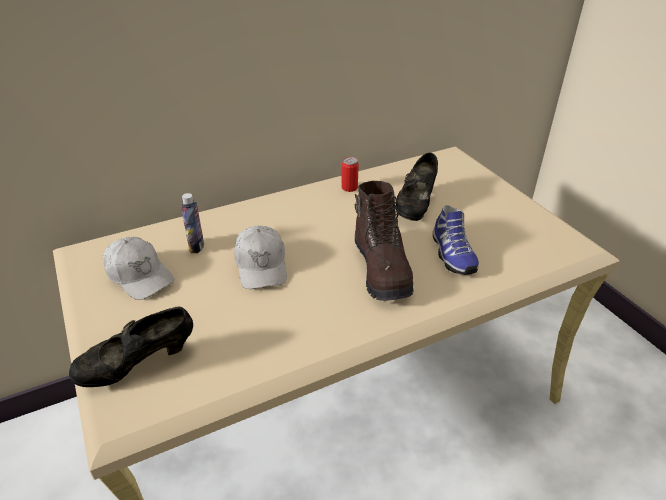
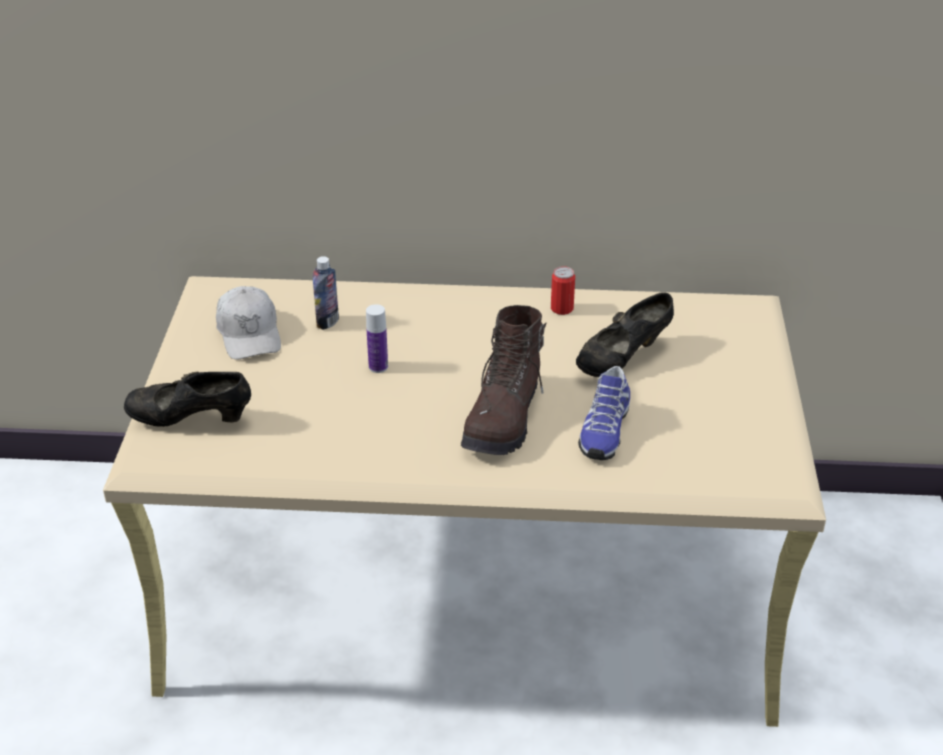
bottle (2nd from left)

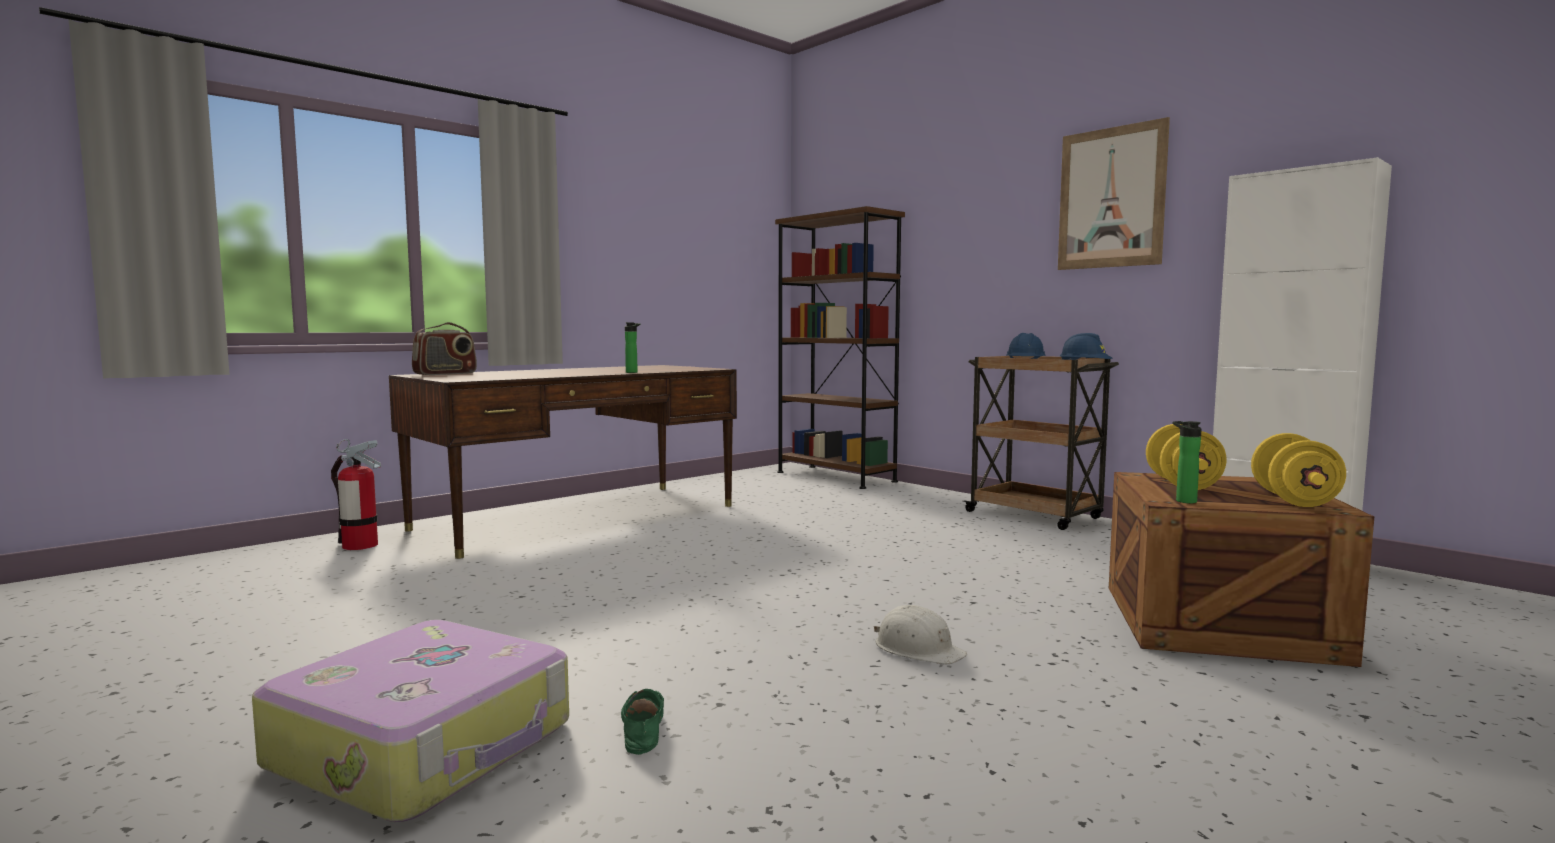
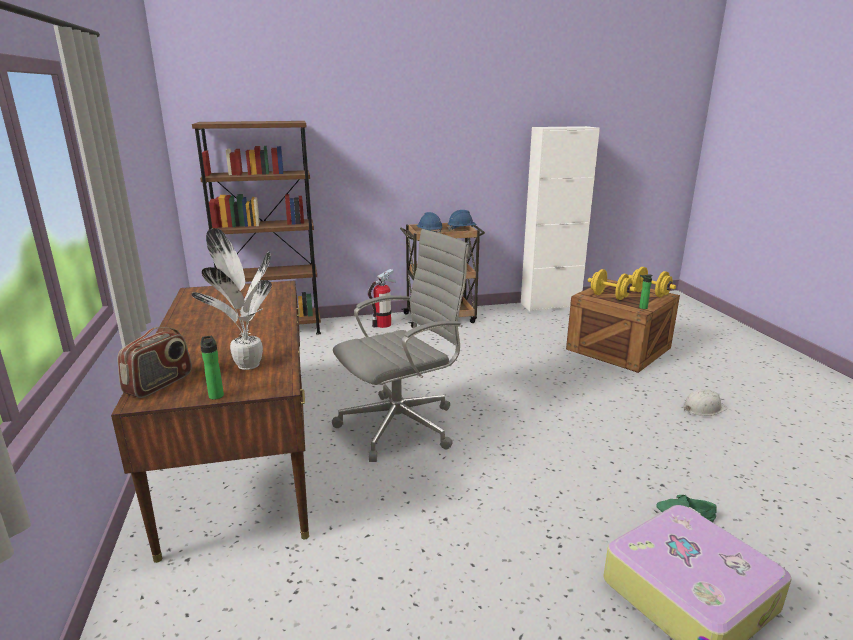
picture
potted plant
office chair/grey
fire extinguisher
bottle (1st from left)
hard hat/white
radio

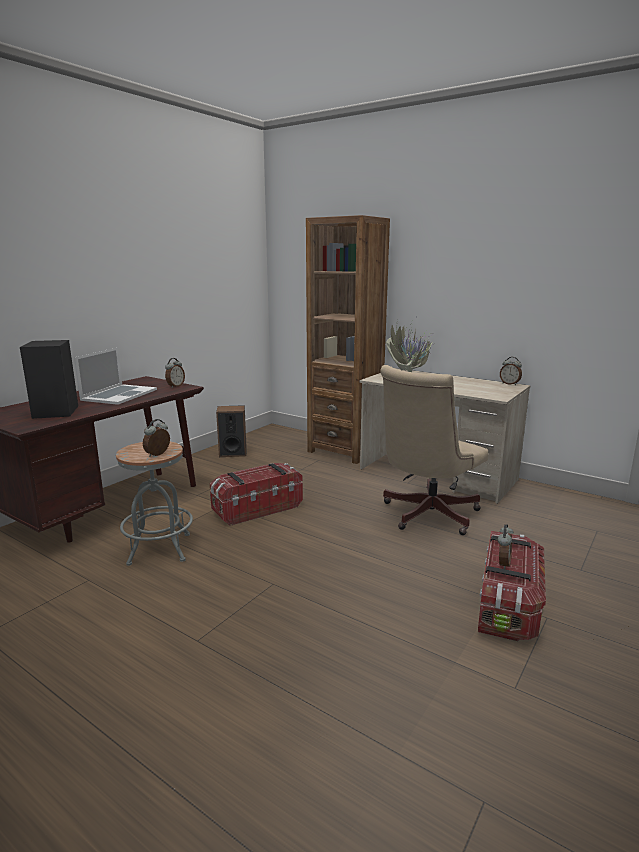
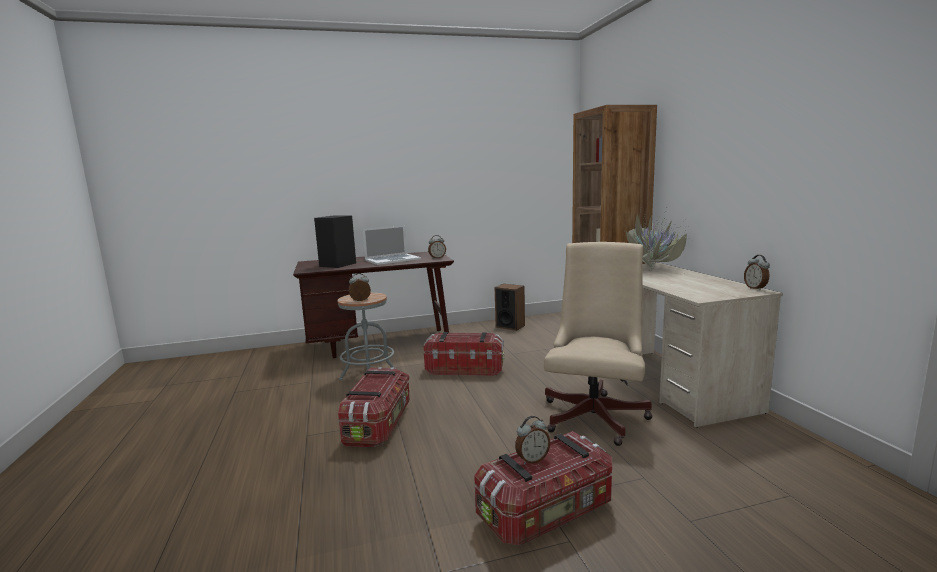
storage box (1st from left)
office chair/beige

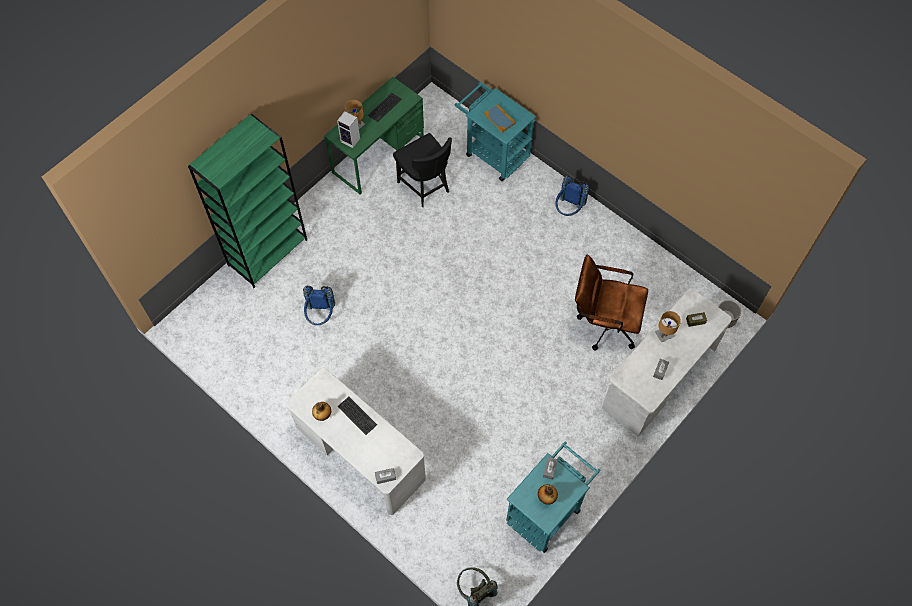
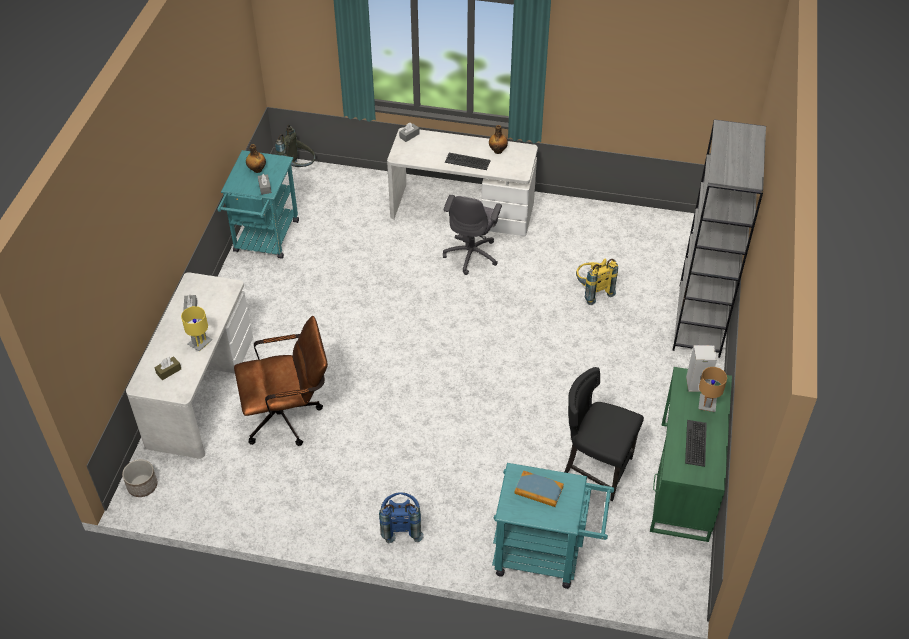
office chair/grey
bookcase/grey
backpack/yellow
table lamp/yellow

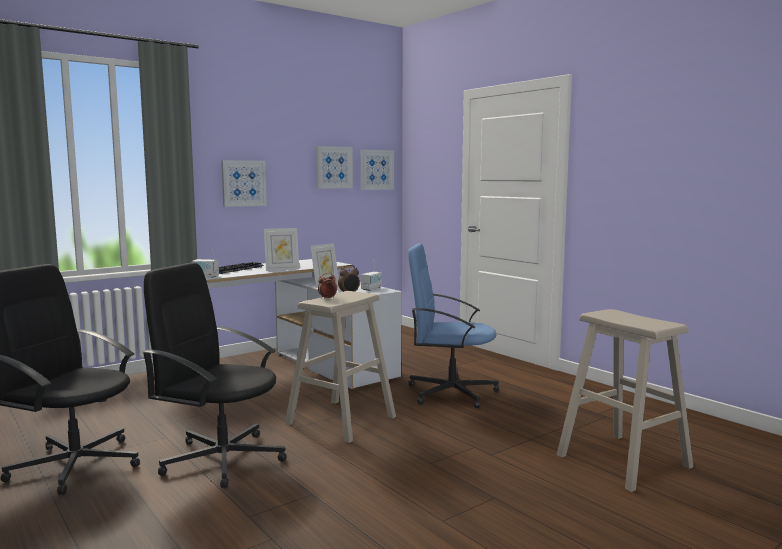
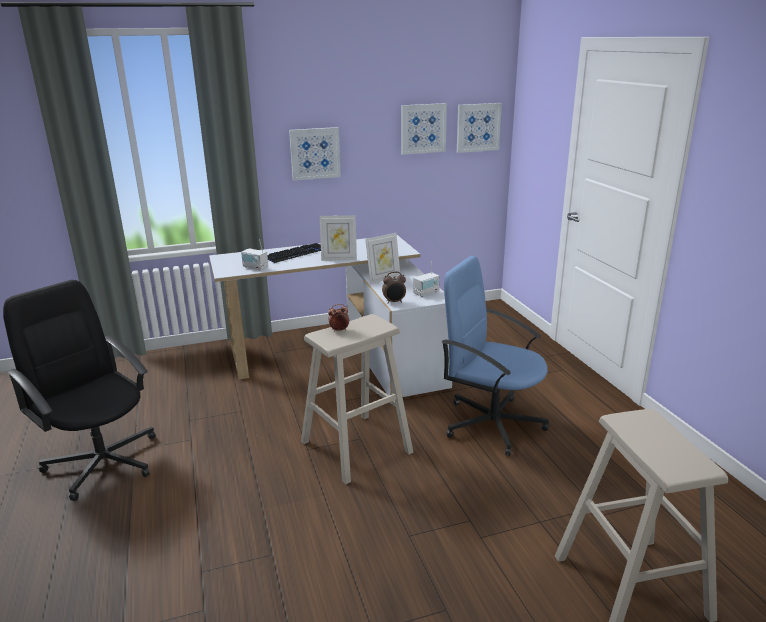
office chair/black (2nd from left in the first image)

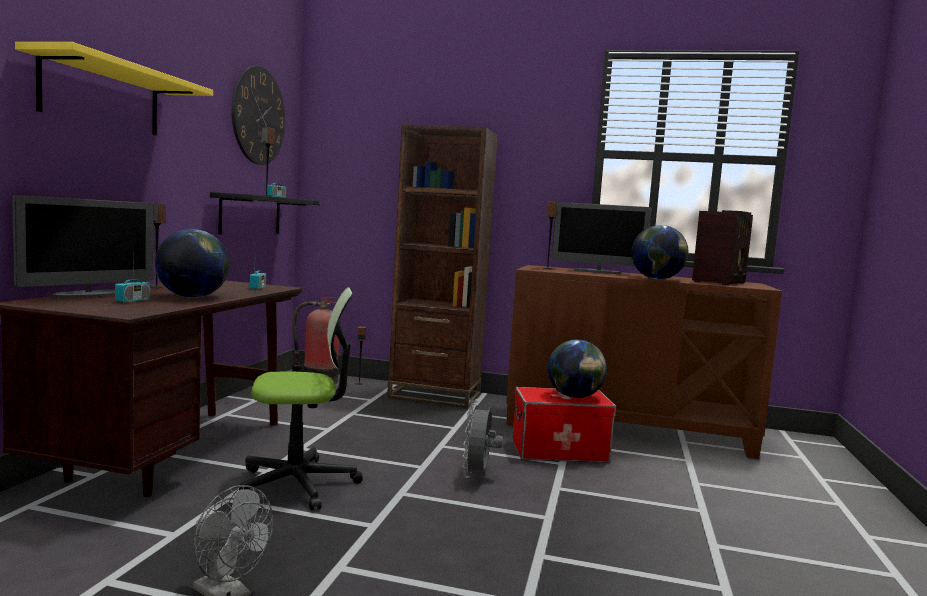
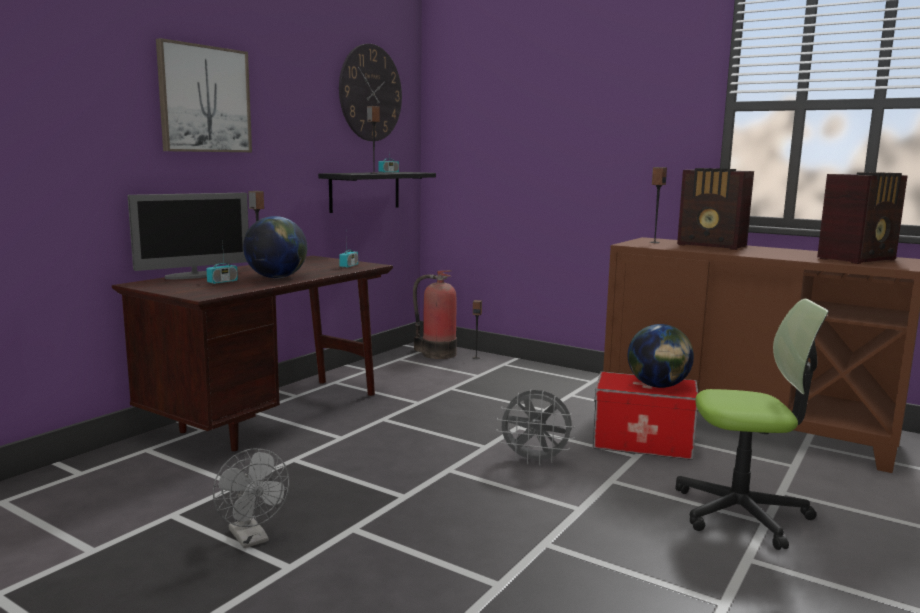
bookcase/brown
globe (3rd from left in the first image)
office chair
picture
radio (4th from left)
fan/grey (2nd from left)

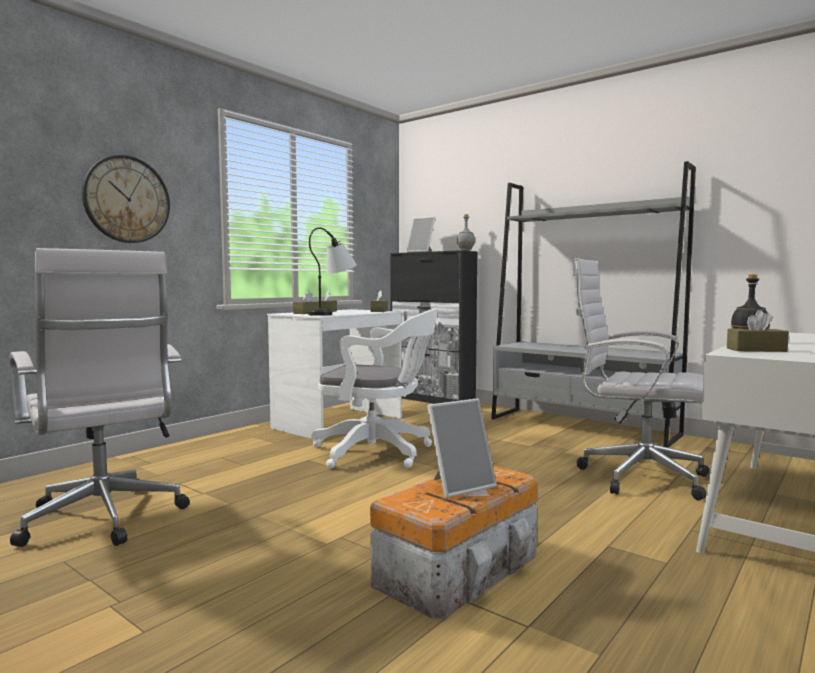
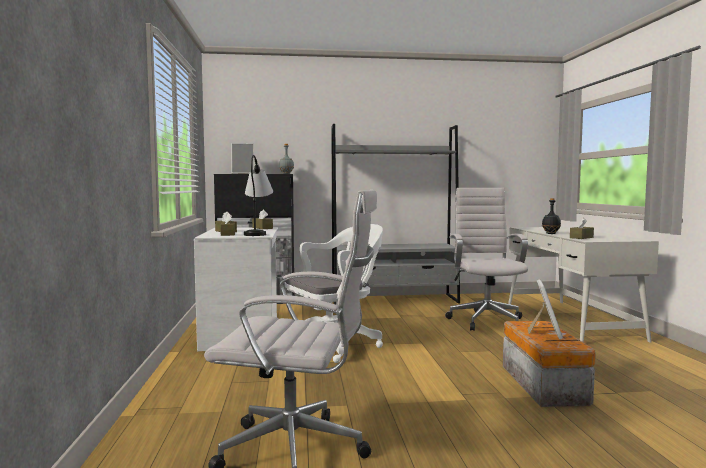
wall clock
office chair/white (3rd from left)

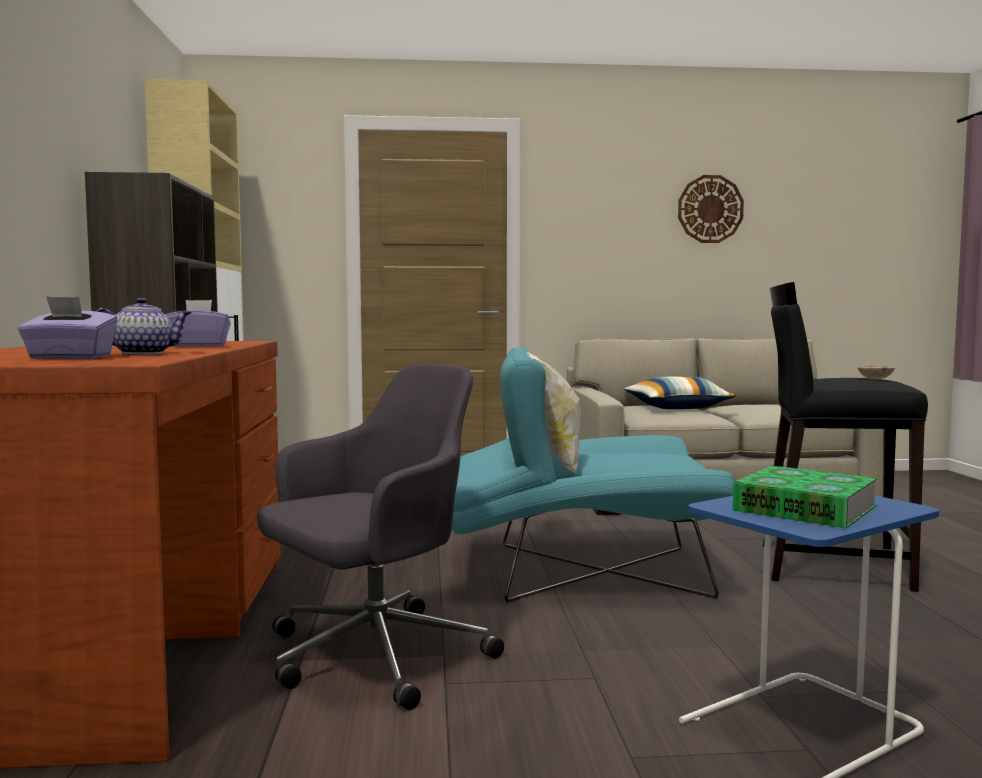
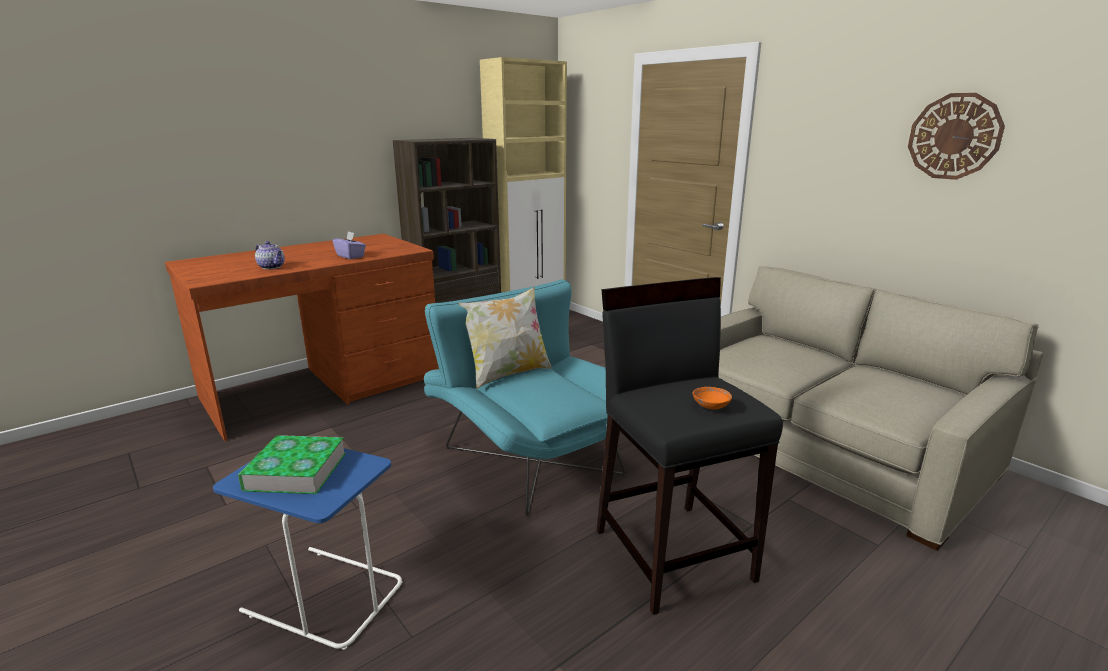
tissue box/purple (1st from left in the first image)
office chair/grey
pillow (2nd from left in the first image)
bowl/orange

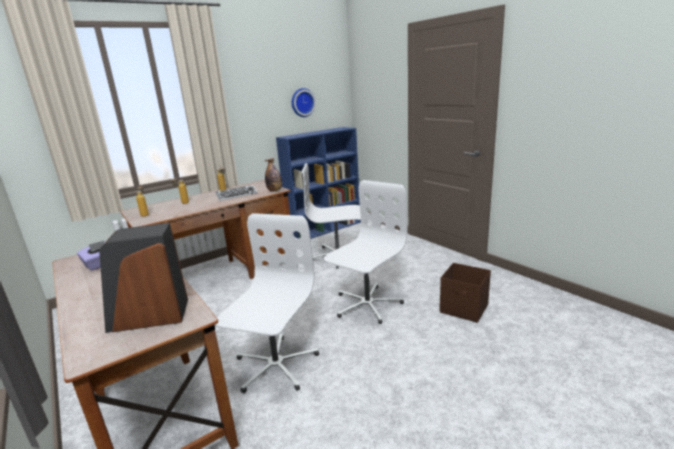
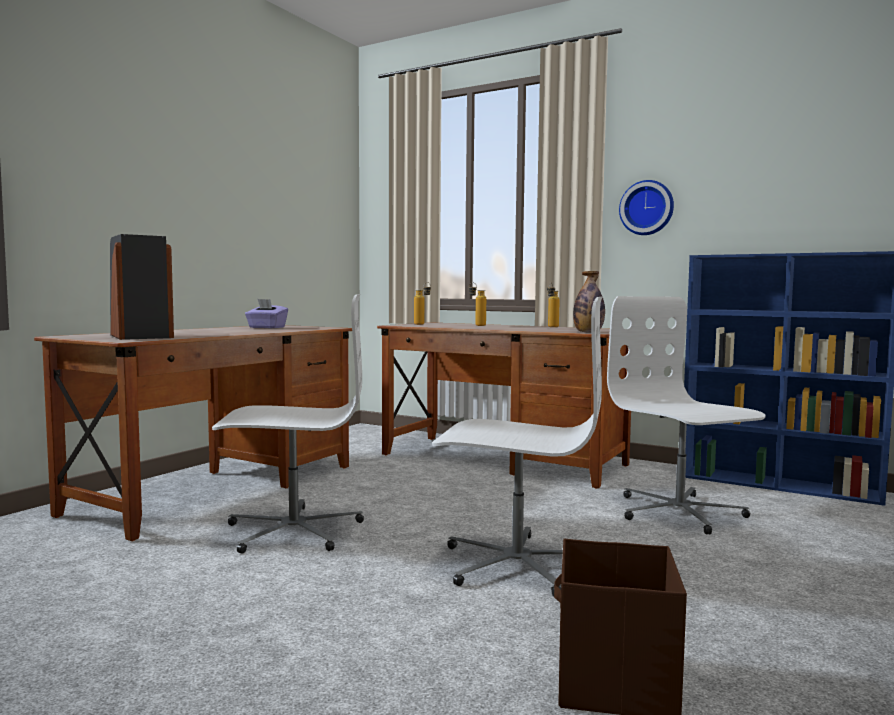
keyboard
wall clock

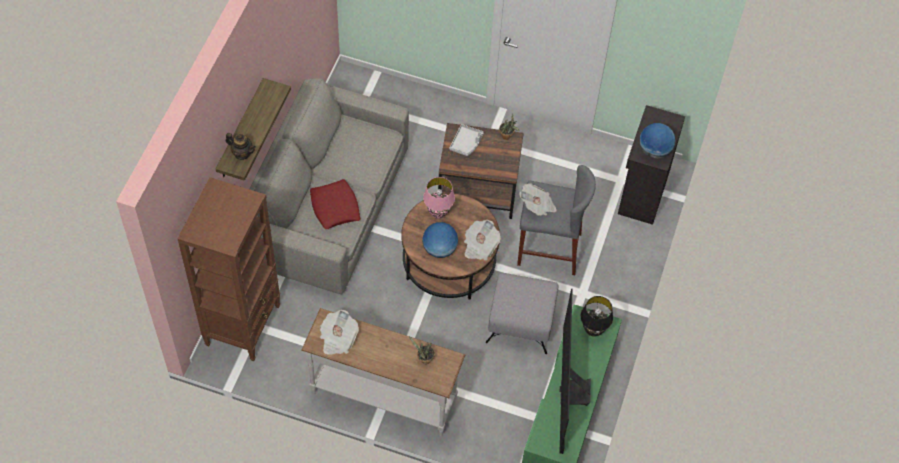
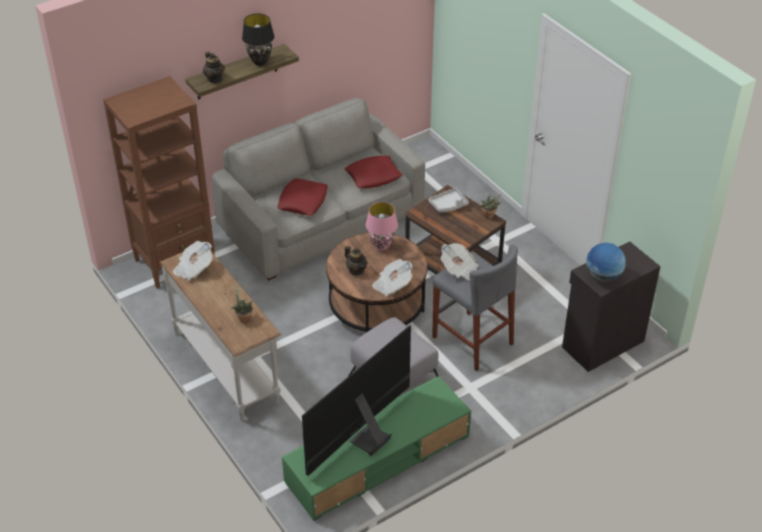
pillow/red (2nd from left)
table lamp/black
teapot (2nd from left)

